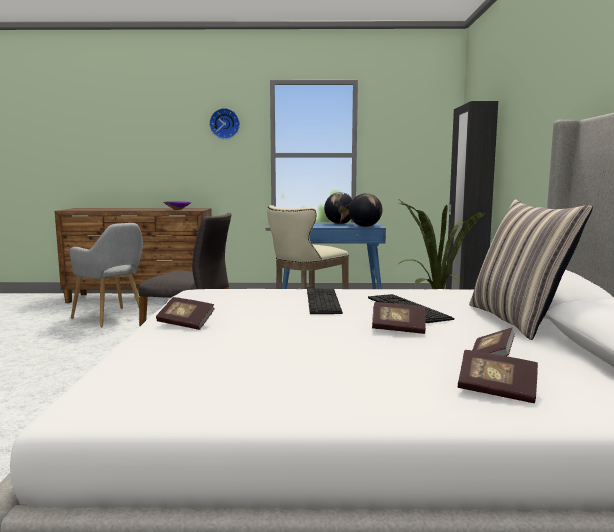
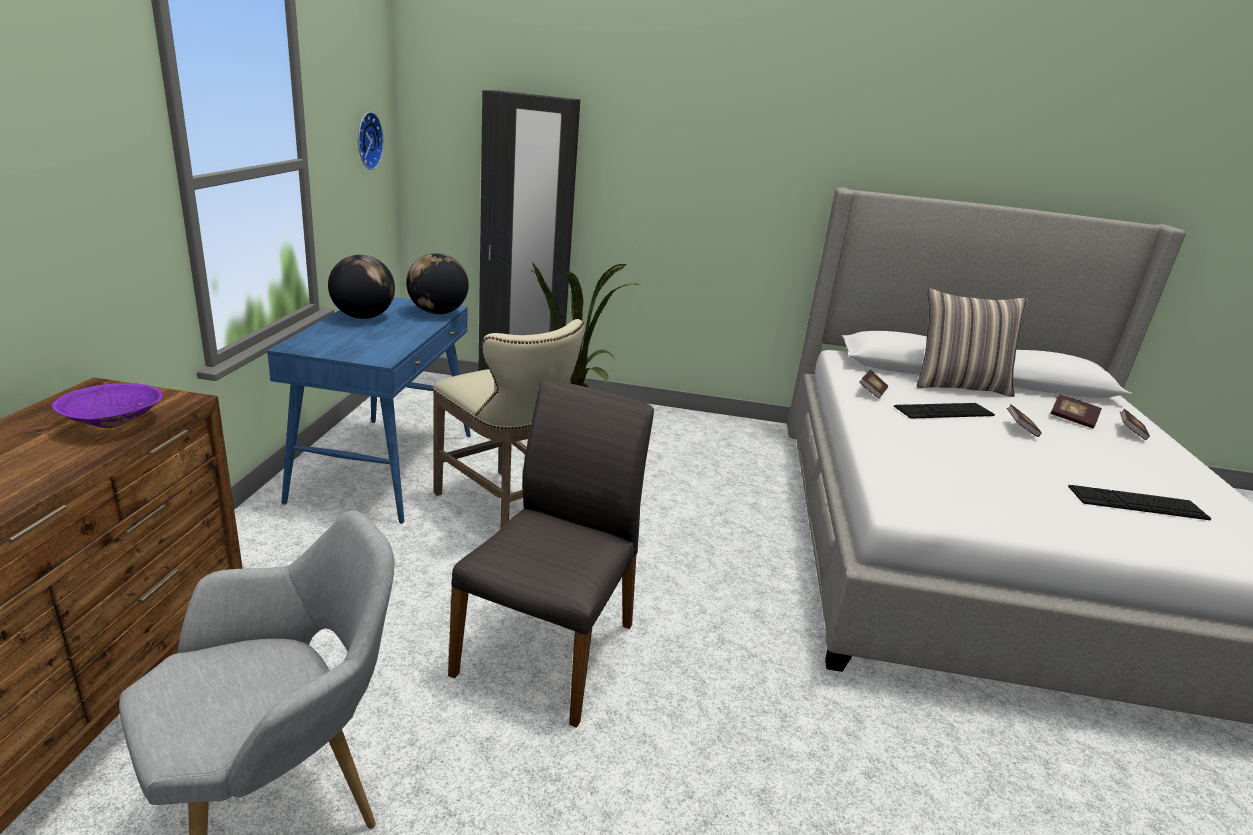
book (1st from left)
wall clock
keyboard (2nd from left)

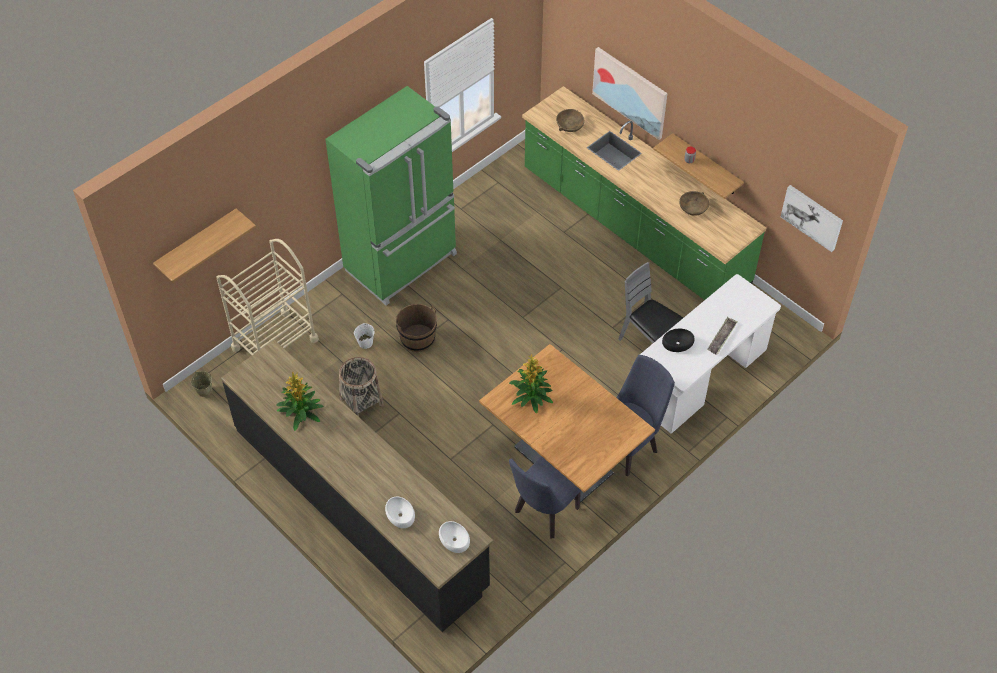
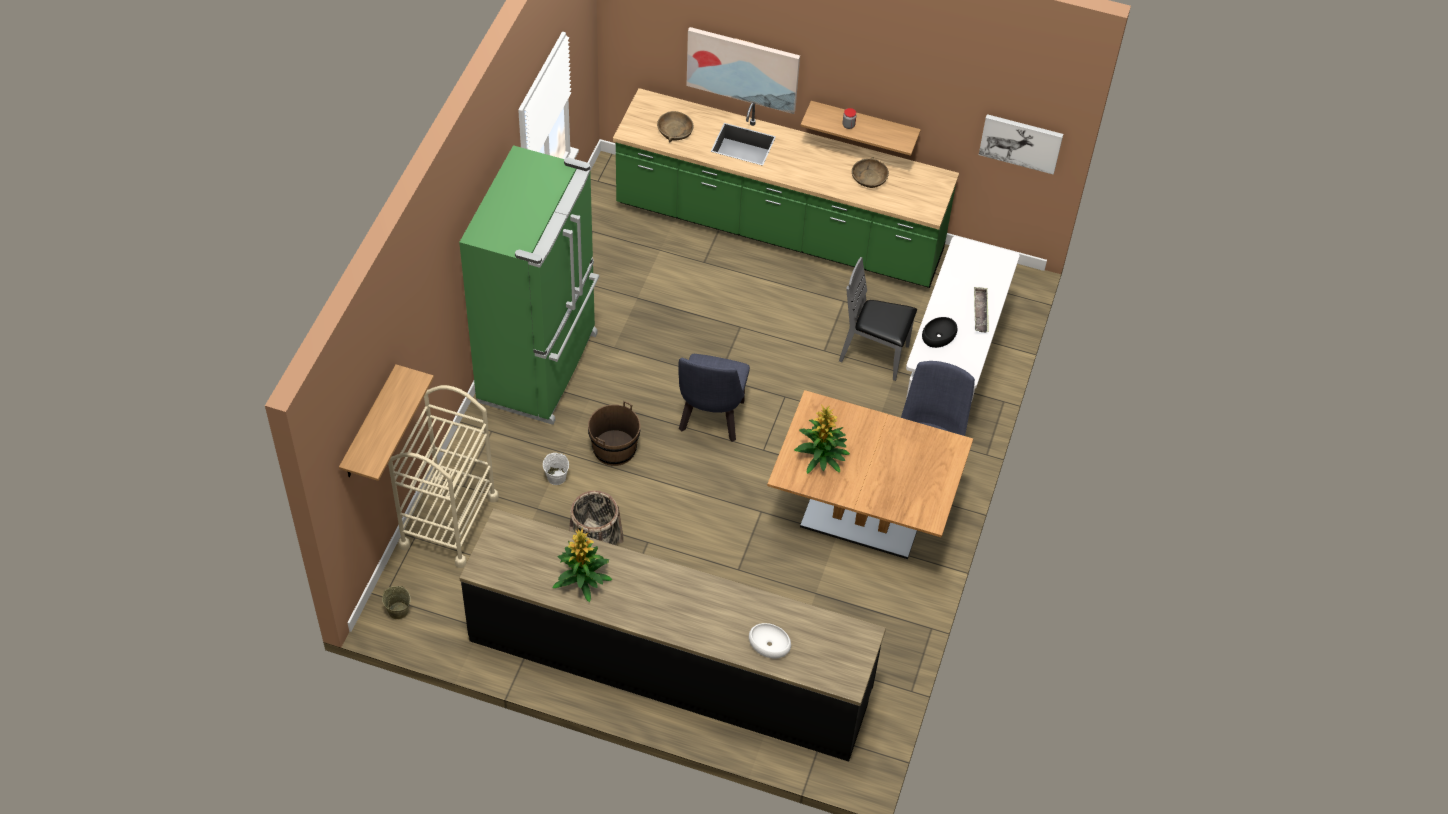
bowl/white (2nd from left in the first image)
chair/blue (1st from left)

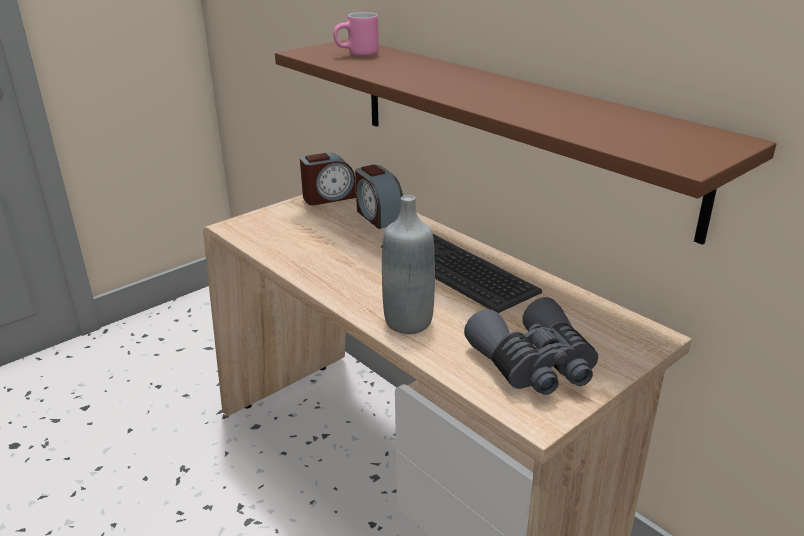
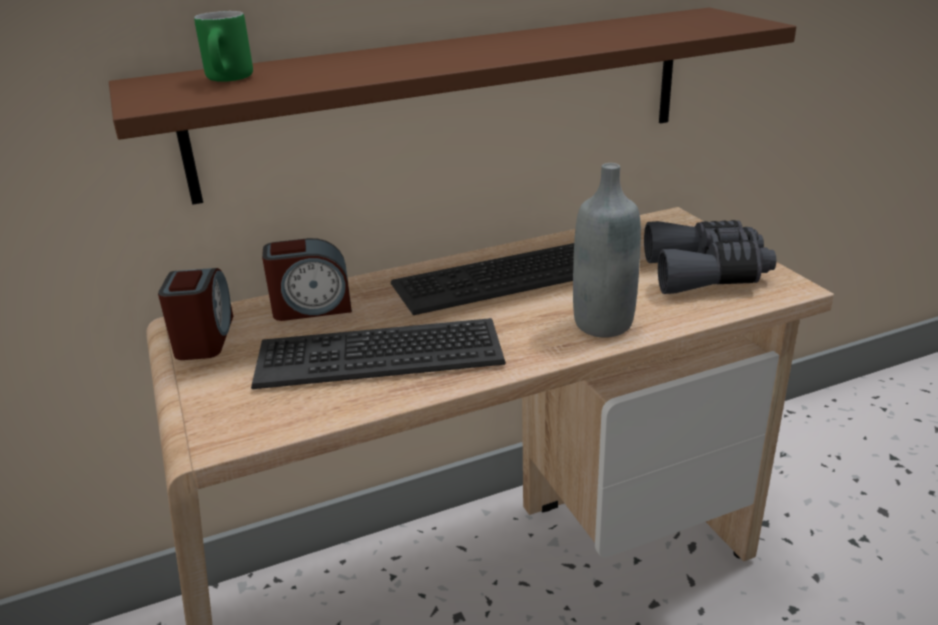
keyboard (1st from left)
mug/green

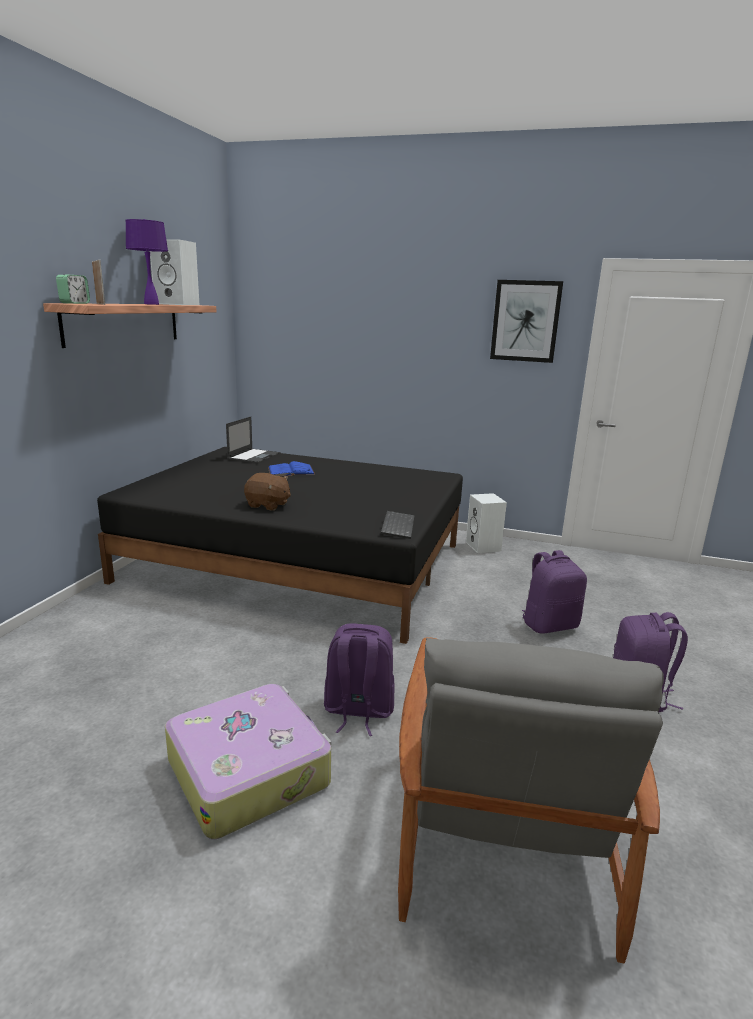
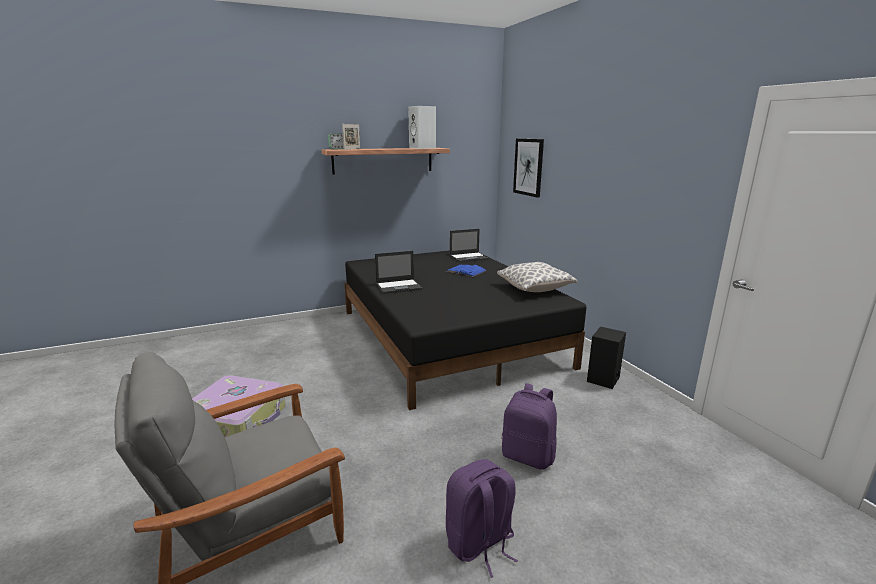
table lamp/purple
backpack/purple (1st from left in the first image)
keyboard
pillow
picture
laptop (1st from left)
speaker/black

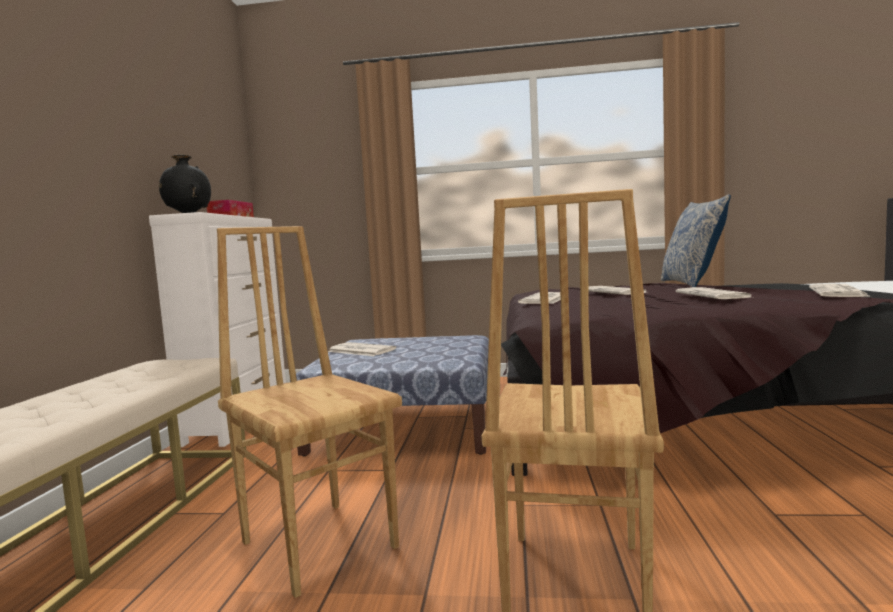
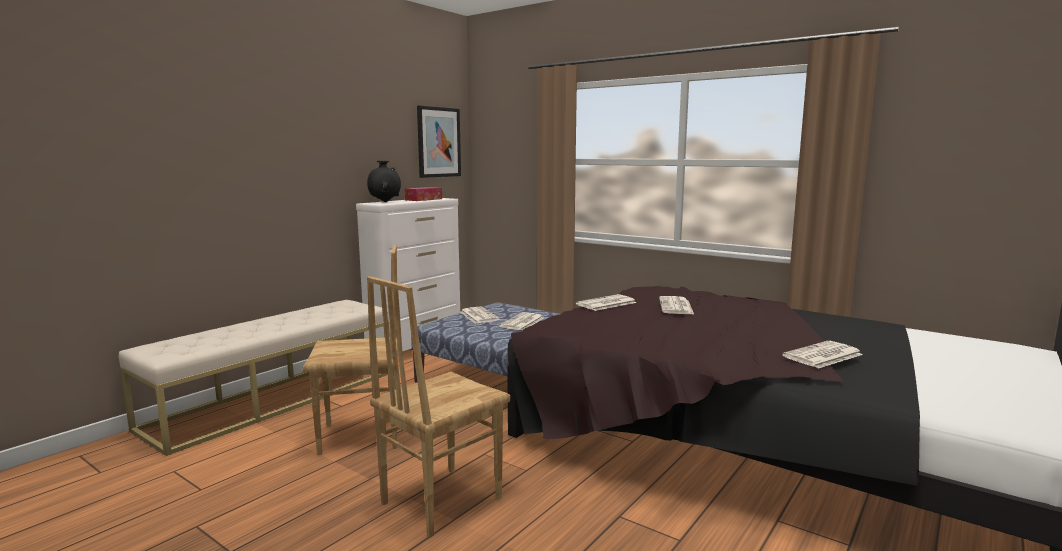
pillow
picture
newspaper (2nd from left)
chair/brown (1st from left)

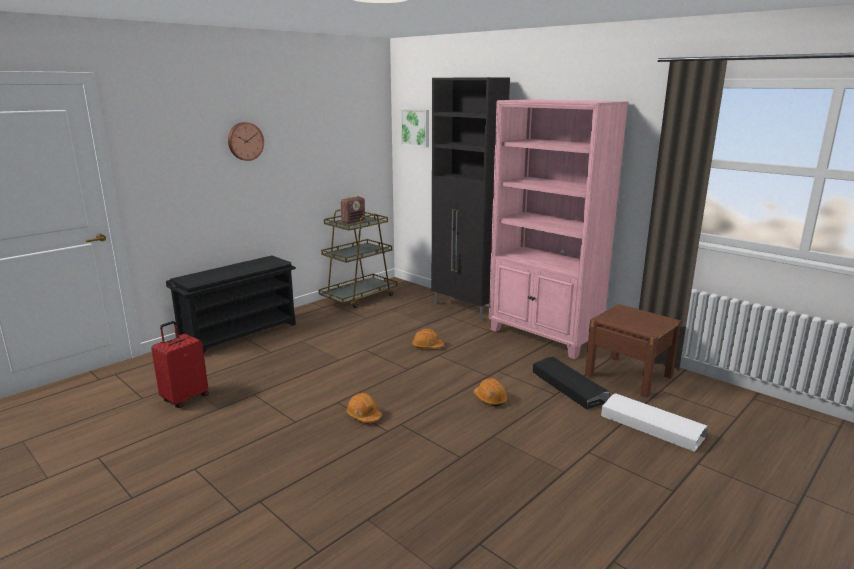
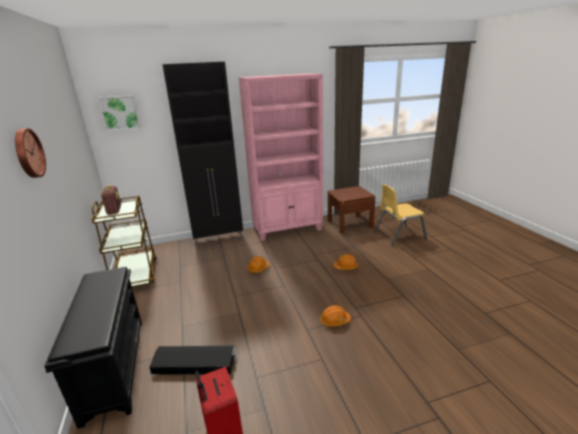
storage box/black
chair/yellow

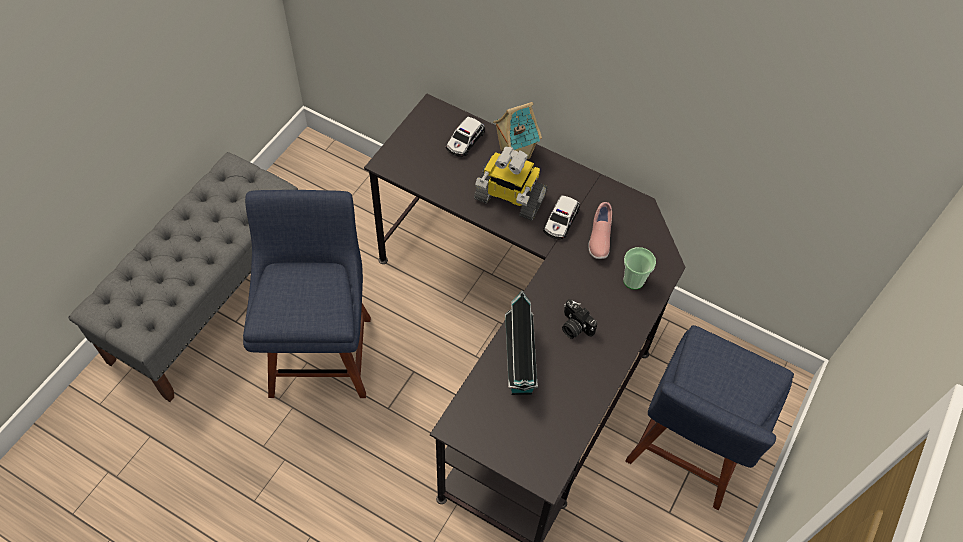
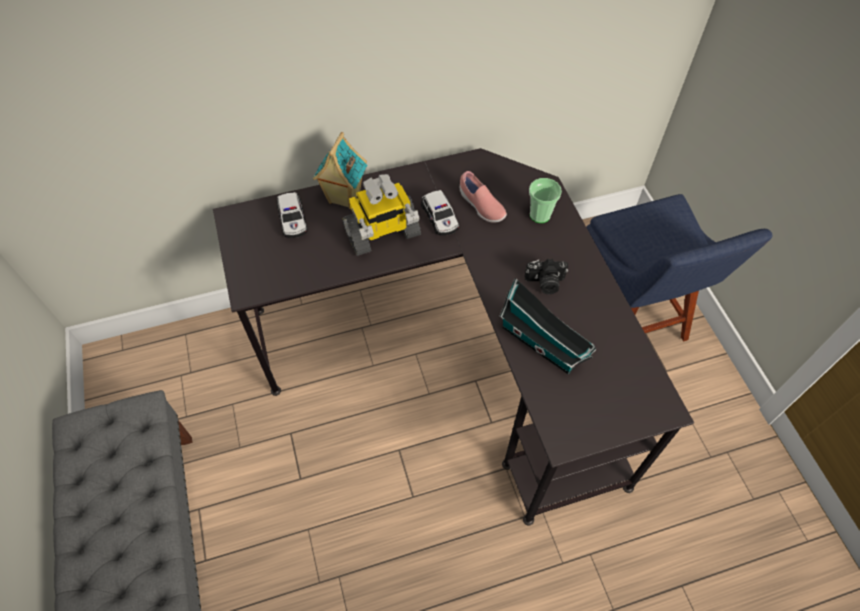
chair/blue (1st from left in the first image)

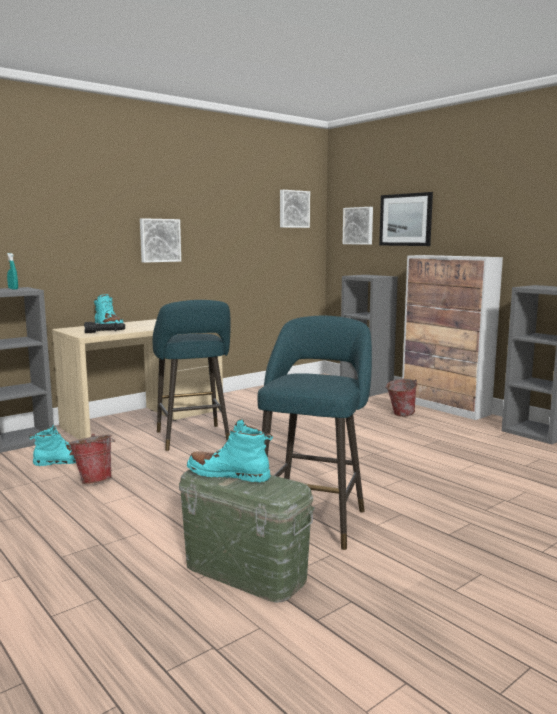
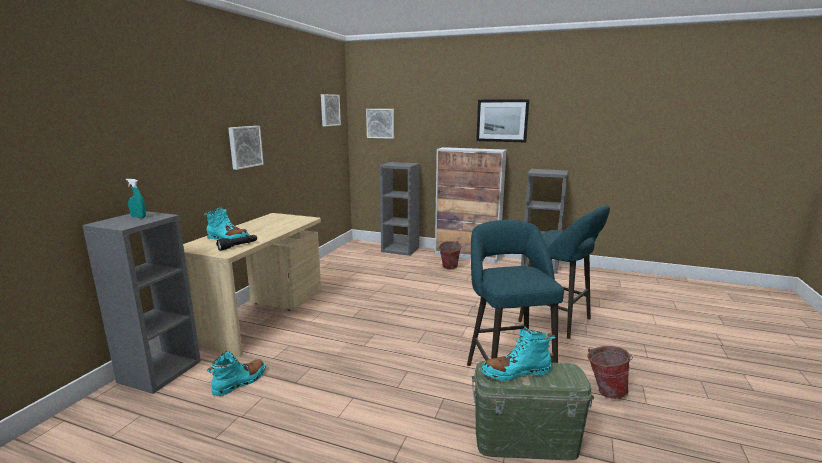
bucket (2nd from left)
stool/turquoise (2nd from left)
picture (4th from left)

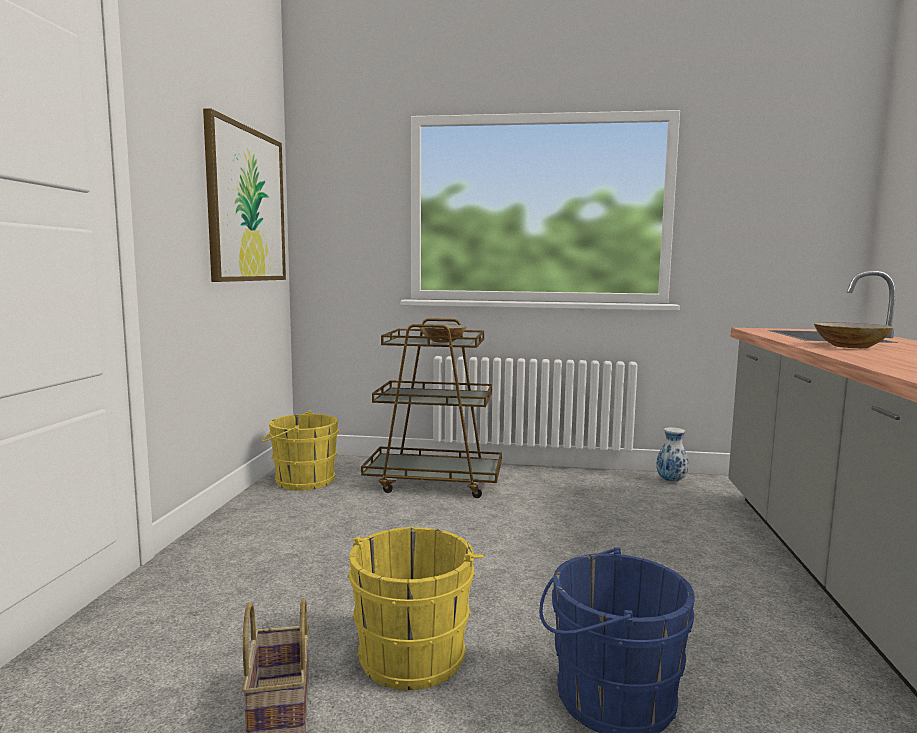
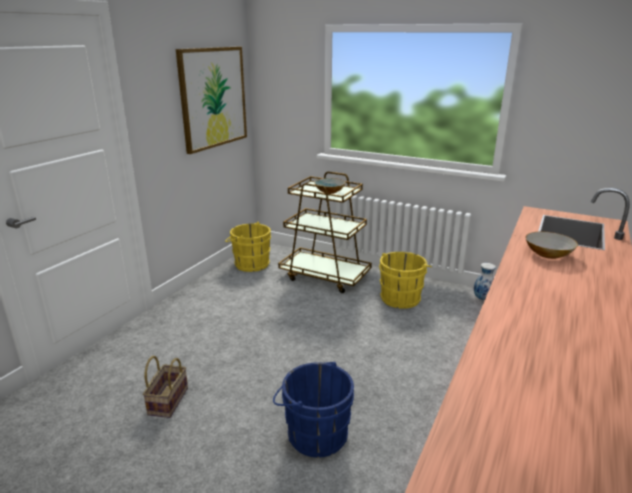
bucket/yellow (2nd from left)

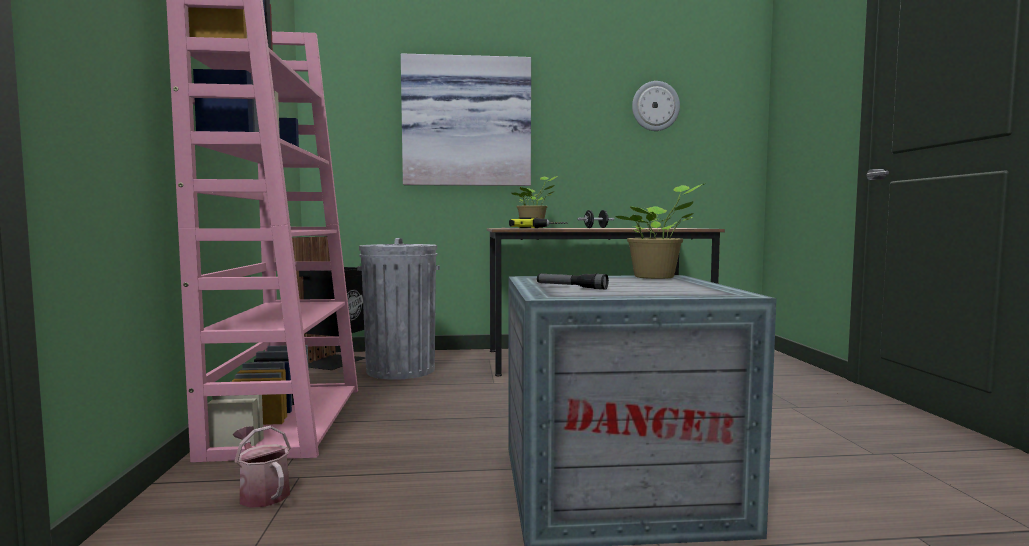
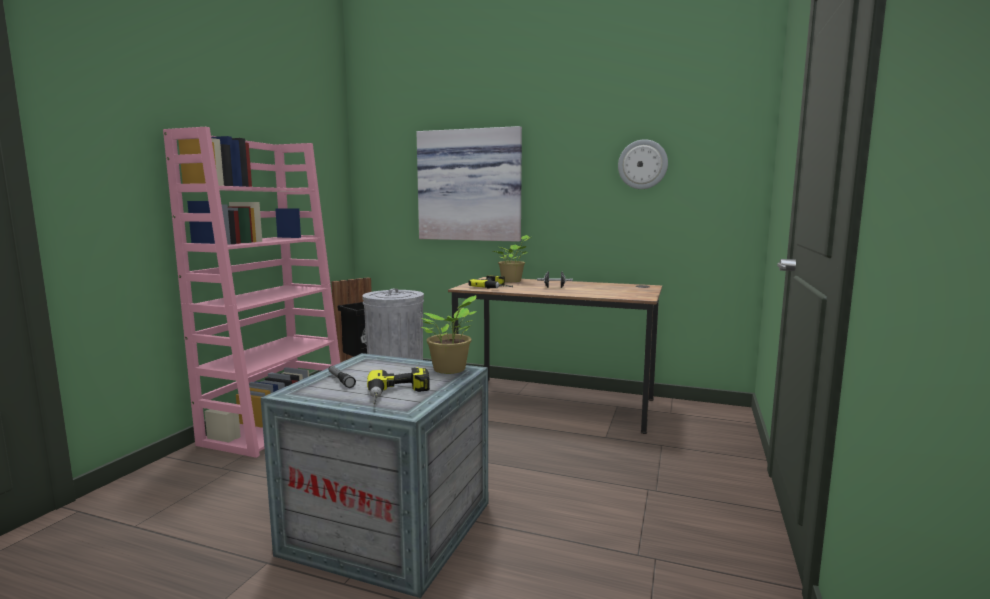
watering can
power drill (1st from left)

